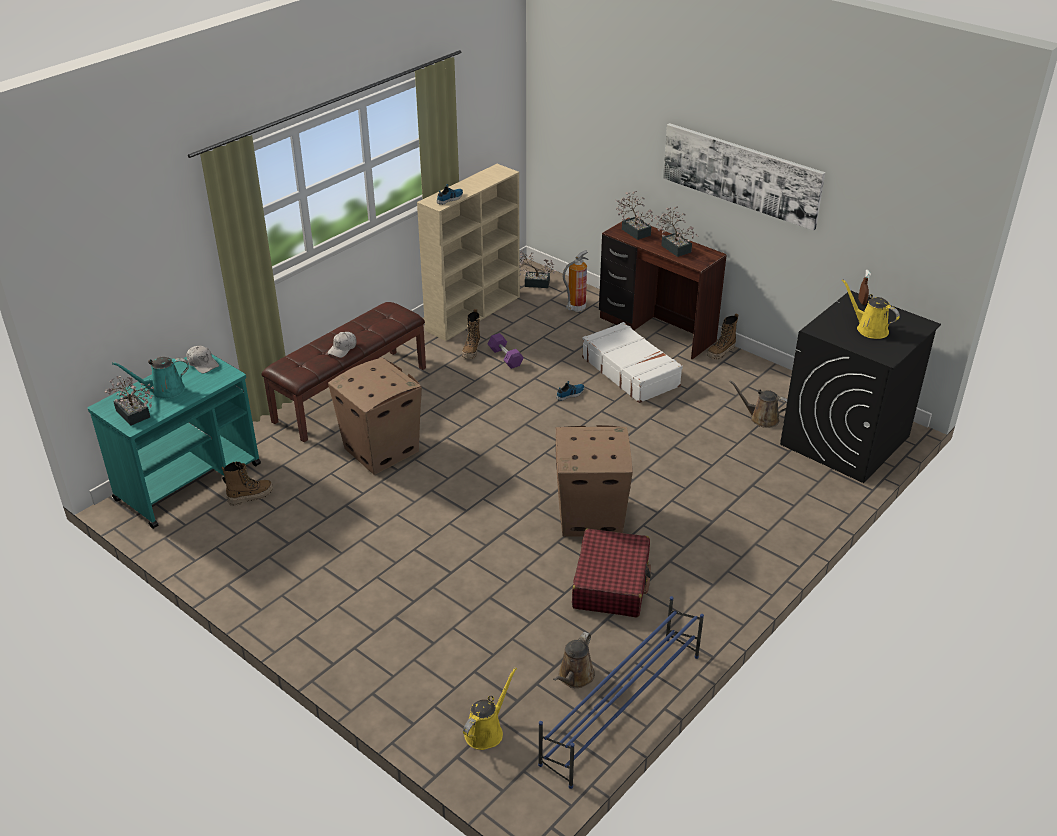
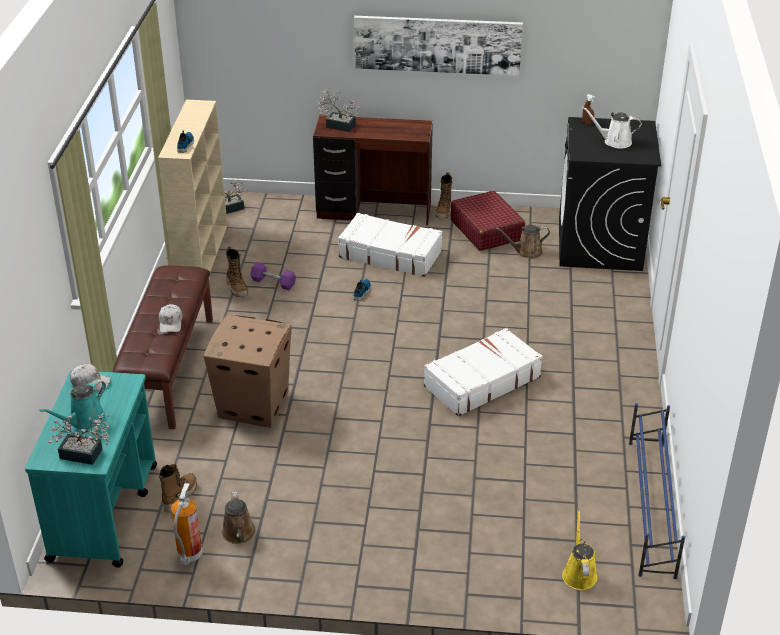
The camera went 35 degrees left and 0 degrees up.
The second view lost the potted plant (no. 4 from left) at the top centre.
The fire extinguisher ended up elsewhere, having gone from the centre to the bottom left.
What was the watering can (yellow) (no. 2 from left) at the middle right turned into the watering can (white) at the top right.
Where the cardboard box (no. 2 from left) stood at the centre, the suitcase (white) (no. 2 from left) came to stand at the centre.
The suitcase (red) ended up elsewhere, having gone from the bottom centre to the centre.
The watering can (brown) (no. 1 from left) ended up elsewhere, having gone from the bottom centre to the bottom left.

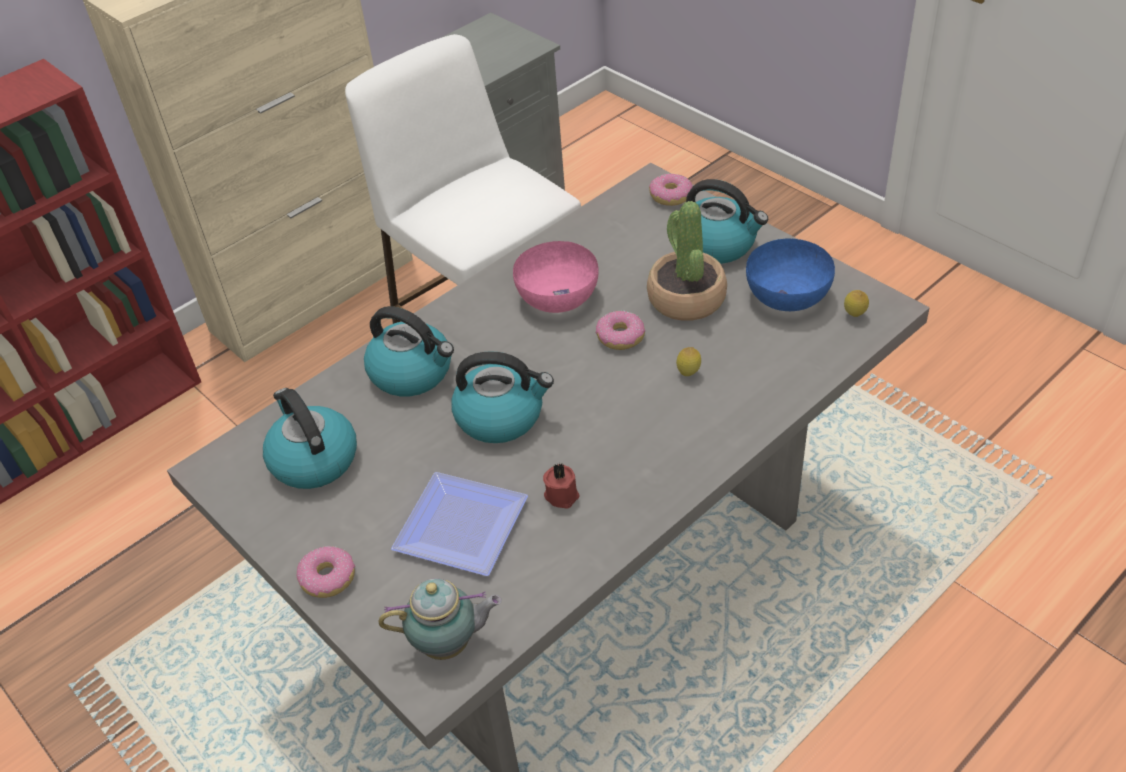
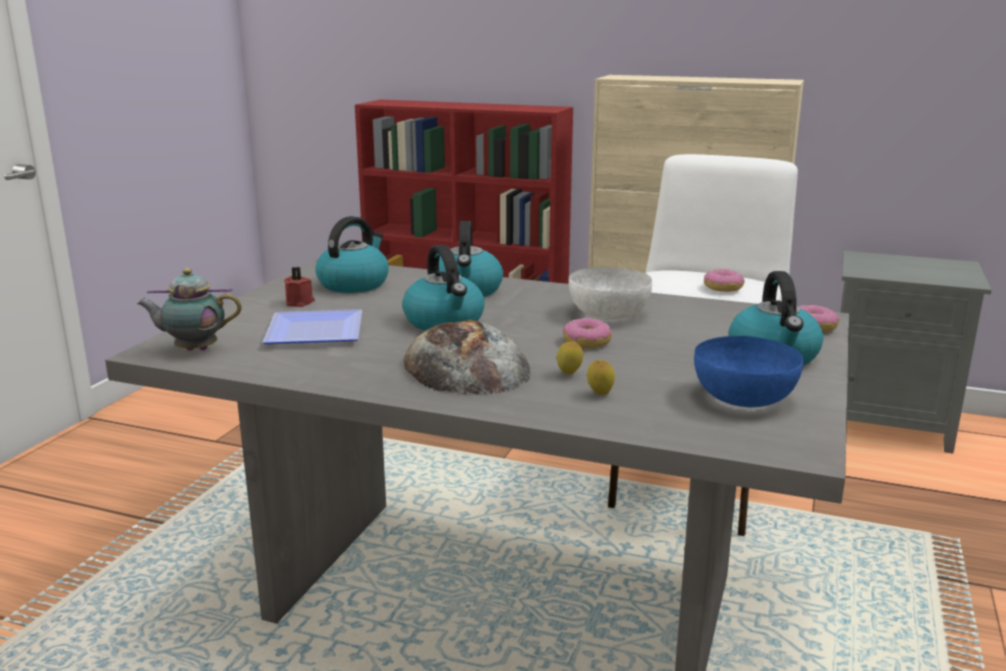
The camera went 60 degrees right and 25 degrees down.
The second view lost the potted plant at the centre.
What was the bowl (pink) at the centre turned into the bowl (white) at the centre.
The lemon (no. 2 from left) ended up elsewhere, having gone from the middle right to the centre.
The candle (red) ended up elsewhere, having gone from the centre to the middle left.
The donut (no. 1 from left in the first image) ended up elsewhere, having gone from the bottom left to the middle right.
The teapot at the bottom centre ended up facing another way, 120 degrees clockwise from before.
The second view gained the bread at the centre.

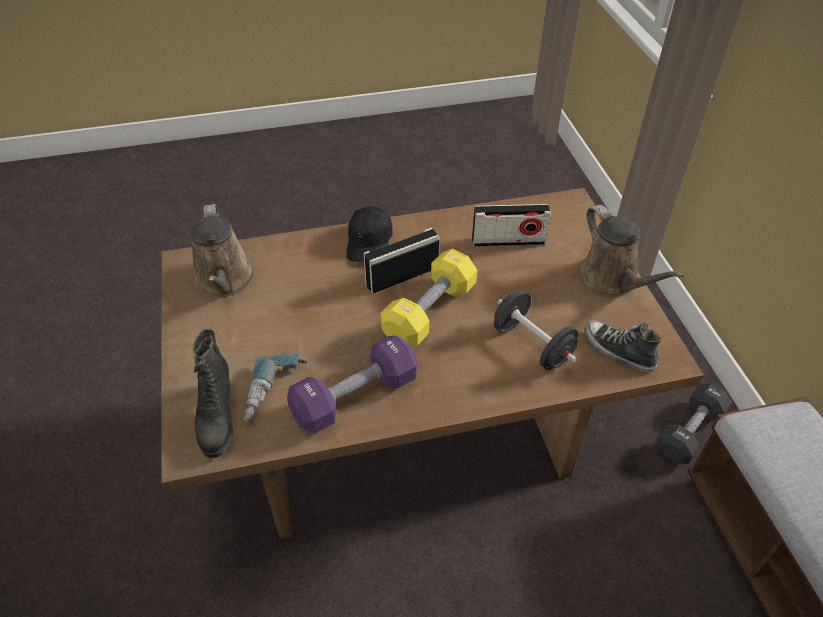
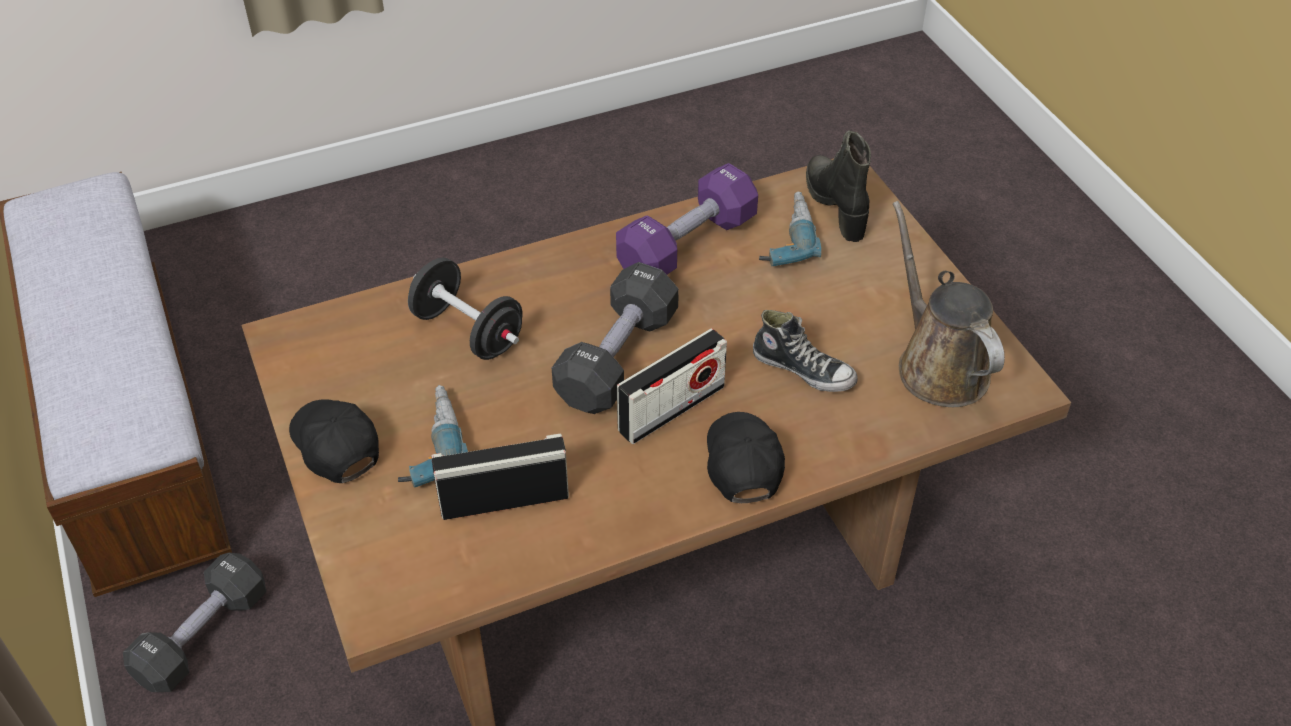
The camera went 170 degrees right and 0 degrees up.
Where the watering can (brown) (no. 2 from left) stood at the middle right, the cap (black) (no. 1 from left) came to stand at the middle left.
What was the dumbbell (yellow) at the centre turned into the dumbbell (black) (no. 3 from left) at the centre.
The shoe ended up elsewhere, having gone from the middle right to the centre.
The second view gained the power drill (no. 1 from left) at the centre.

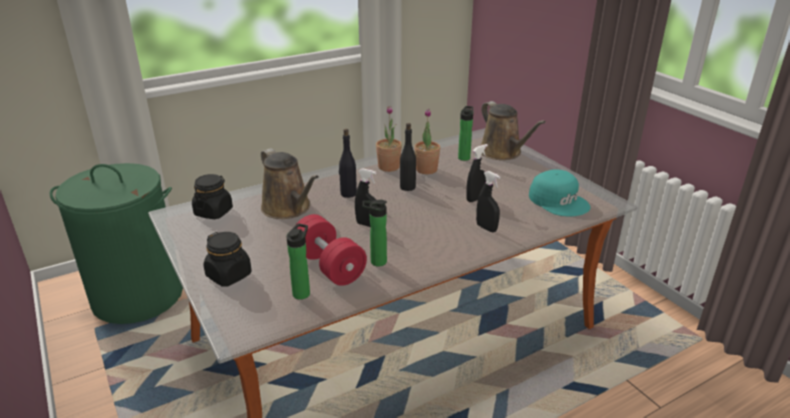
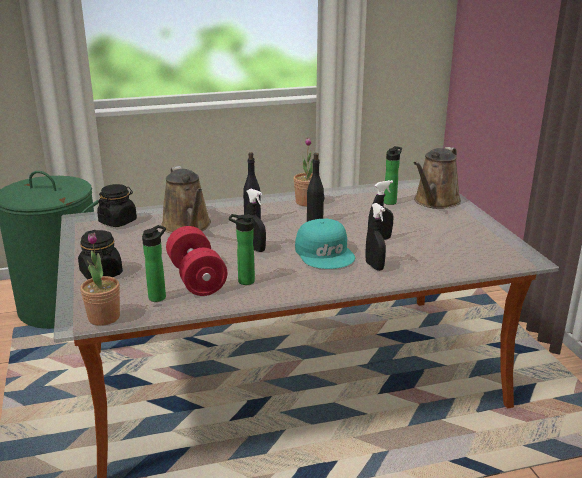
The camera went 15 degrees right and 5 degrees down.
The watering can (brown) (no. 2 from left) at the top centre ended up facing another way, 45 degrees clockwise from before.
The potted plant (no. 2 from left in the first image) ended up elsewhere, having gone from the centre to the middle left.
The cap (turquoise) ended up elsewhere, having gone from the middle right to the centre.

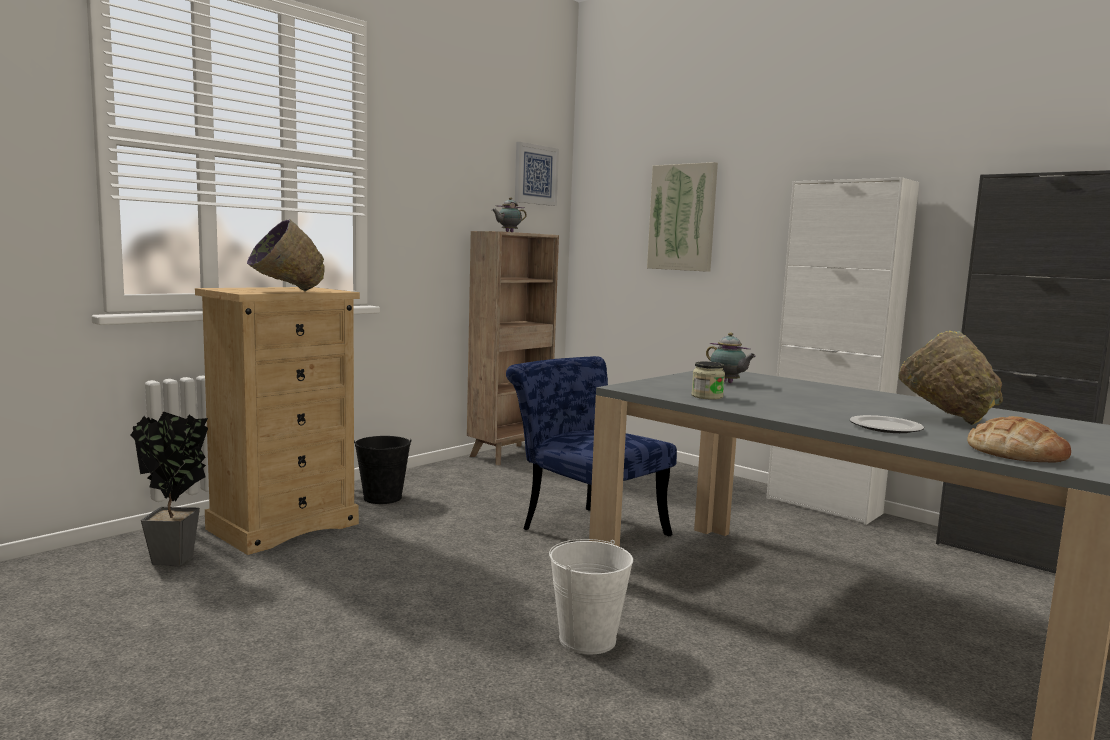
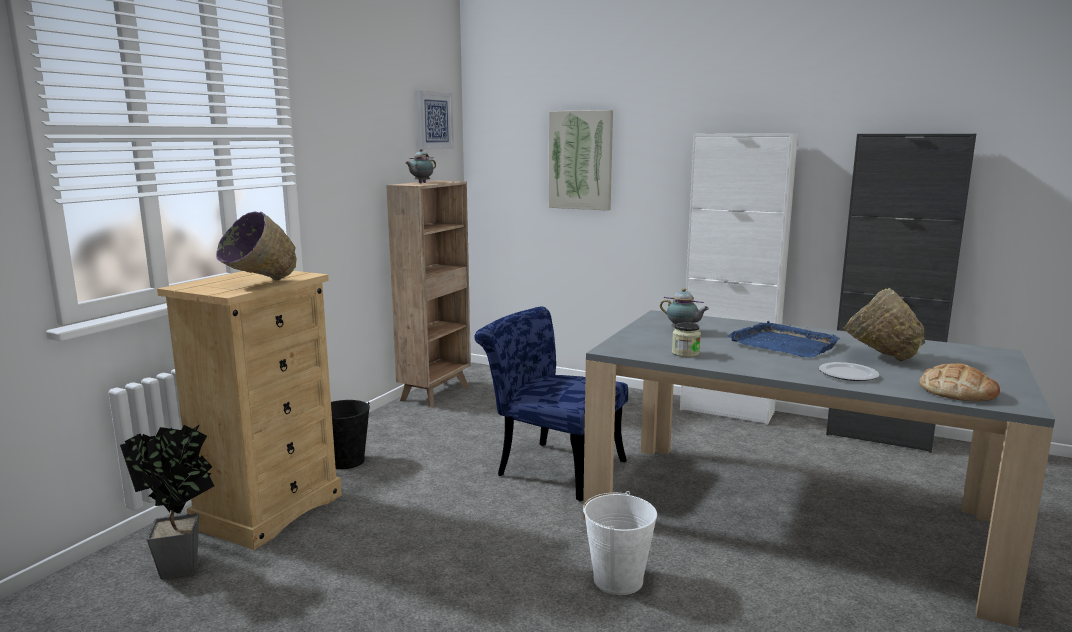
The camera went 15 degrees left and 5 degrees up.
The second view gained the tray (blue) at the middle right.

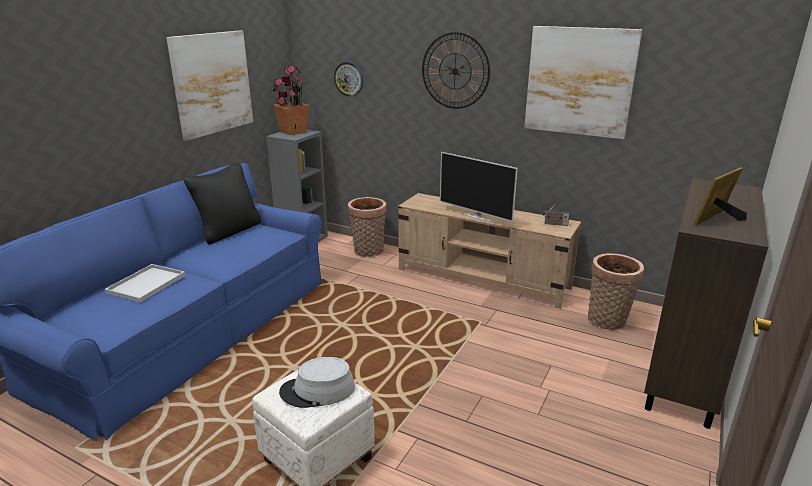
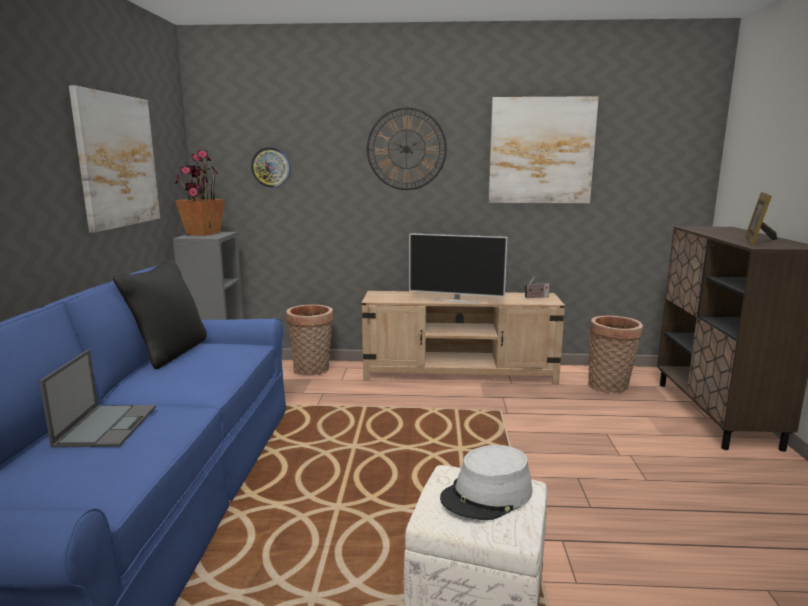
The camera went 25 degrees left and 10 degrees down.
Where the tray (white) stood at the middle left, the laptop came to stand at the middle left.

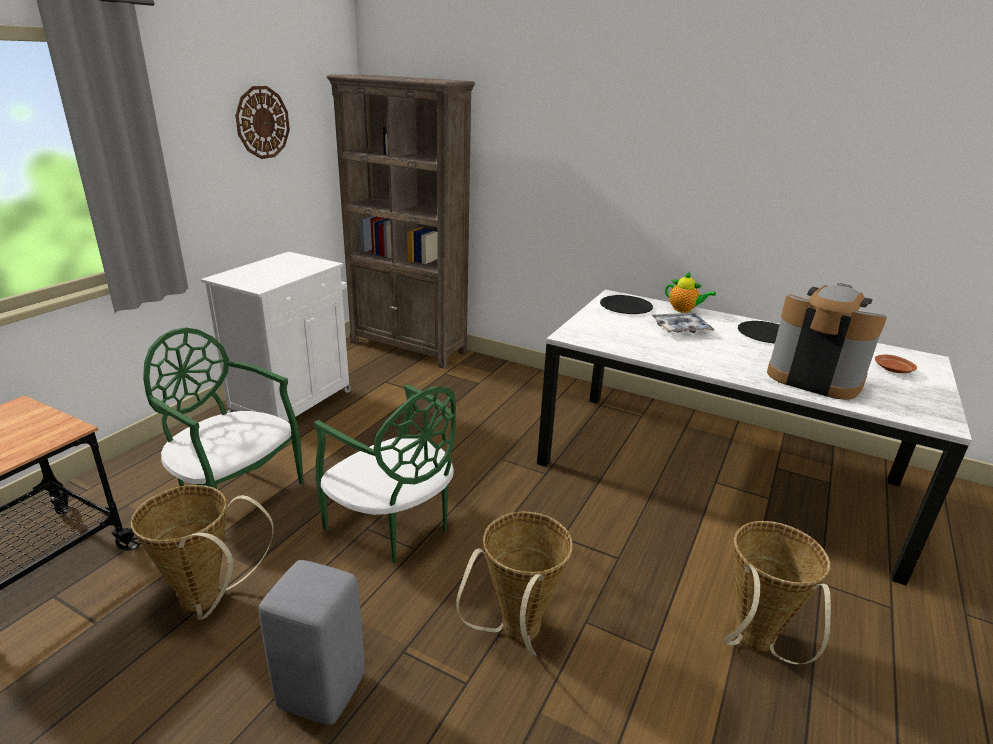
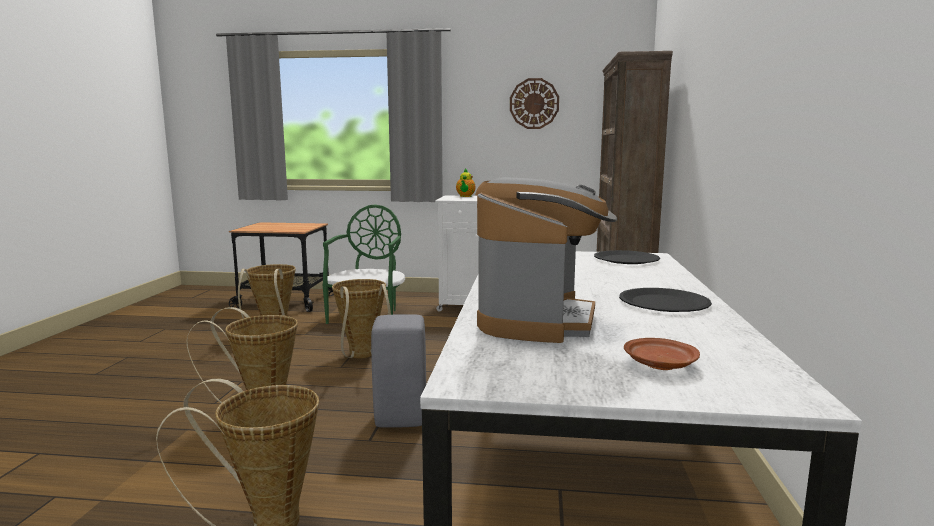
The camera went 70 degrees right and 15 degrees down.
The teapot ended up elsewhere, having gone from the middle right to the centre.
The second view lost the tray at the middle right.
Where the chair (green) (no. 2 from left) stood at the centre, the basket (no. 4 from left) came to stand at the centre.
The stool (grey) ended up elsewhere, having gone from the bottom left to the bottom centre.

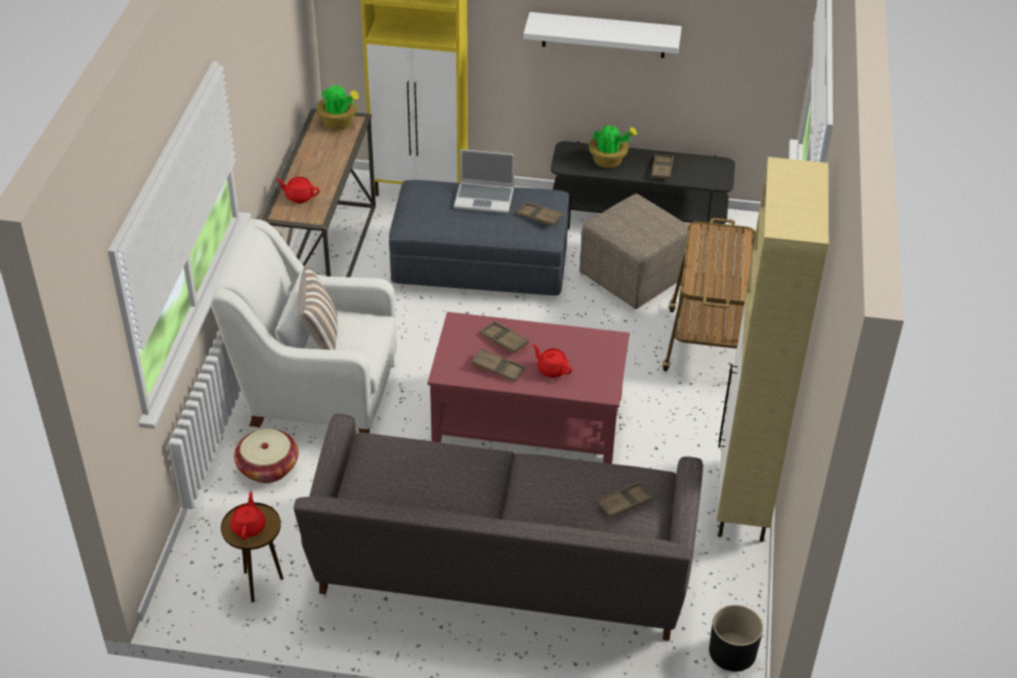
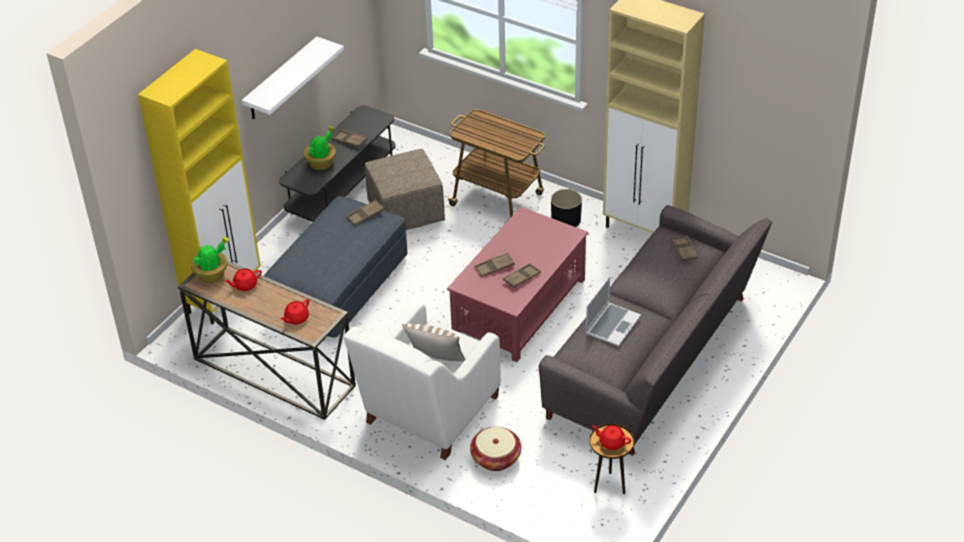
The camera went 65 degrees left and 0 degrees up.
The laptop ended up elsewhere, having gone from the top centre to the centre.
The teapot (red) (no. 3 from left in the first image) ended up elsewhere, having gone from the centre to the middle left.
The planter (black) ended up elsewhere, having gone from the bottom right to the centre.

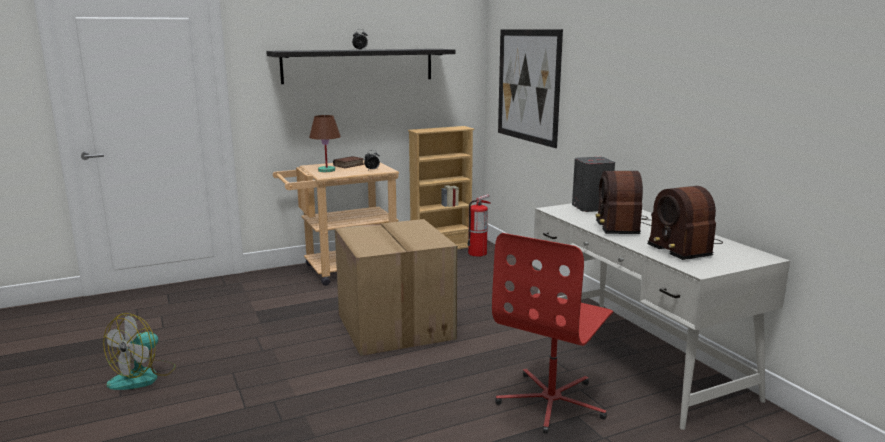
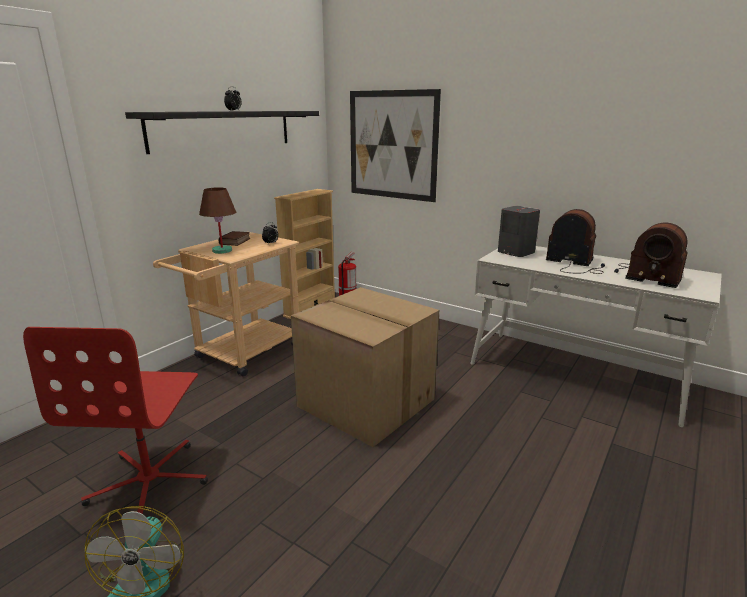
The camera went 30 degrees left and 5 degrees up.
The radio (no. 1 from left) at the middle right ended up facing another way, 150 degrees clockwise from before.
The office chair (red) ended up elsewhere, having gone from the bottom centre to the bottom left.

